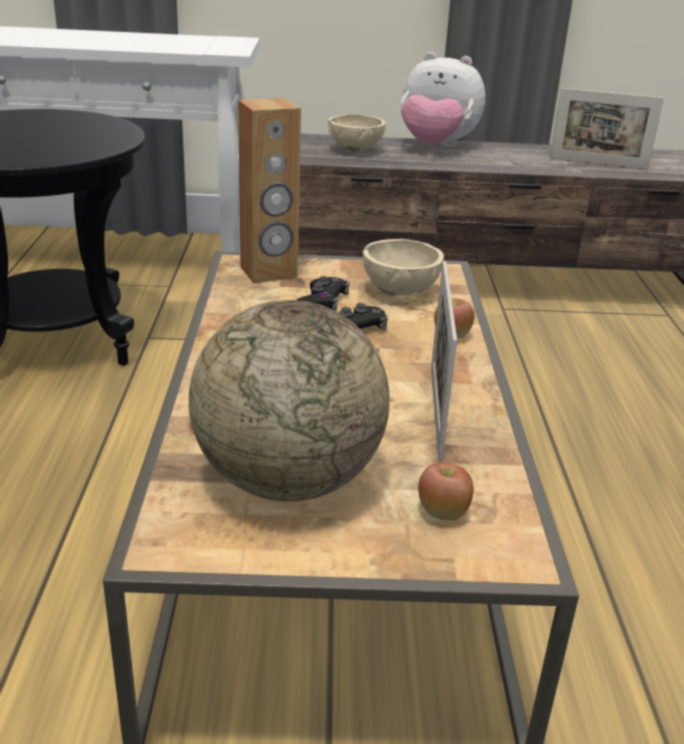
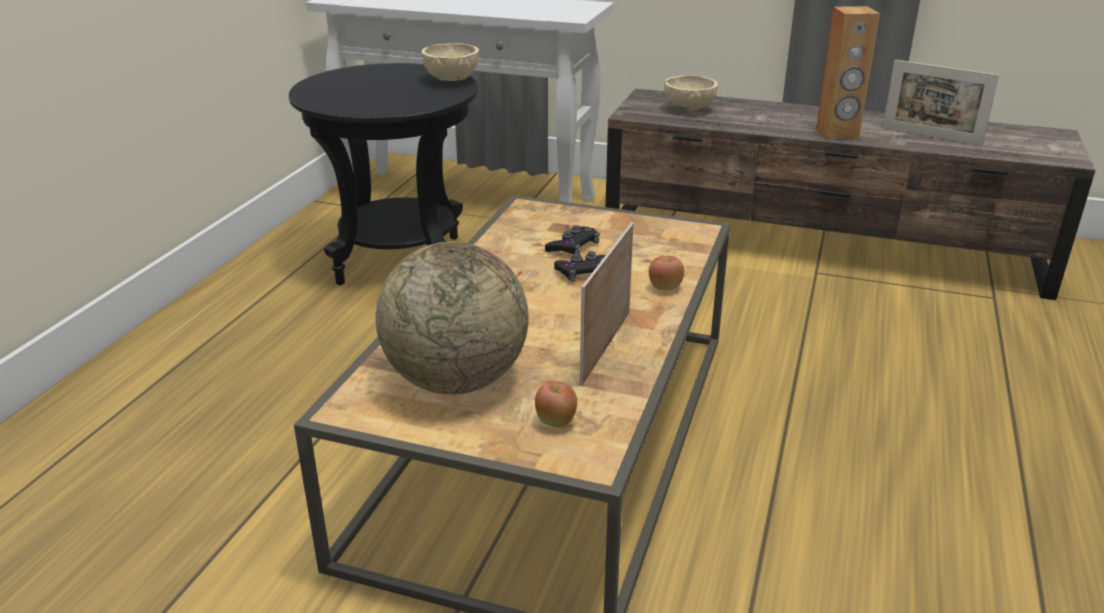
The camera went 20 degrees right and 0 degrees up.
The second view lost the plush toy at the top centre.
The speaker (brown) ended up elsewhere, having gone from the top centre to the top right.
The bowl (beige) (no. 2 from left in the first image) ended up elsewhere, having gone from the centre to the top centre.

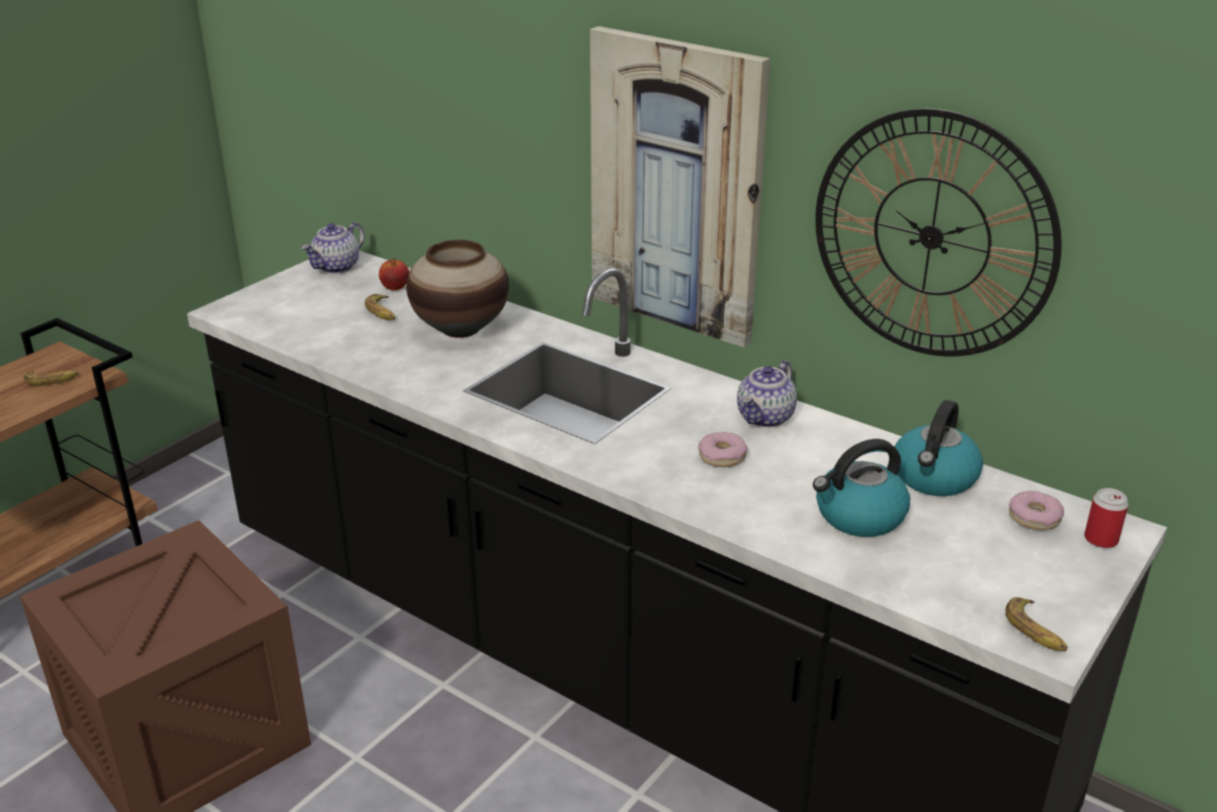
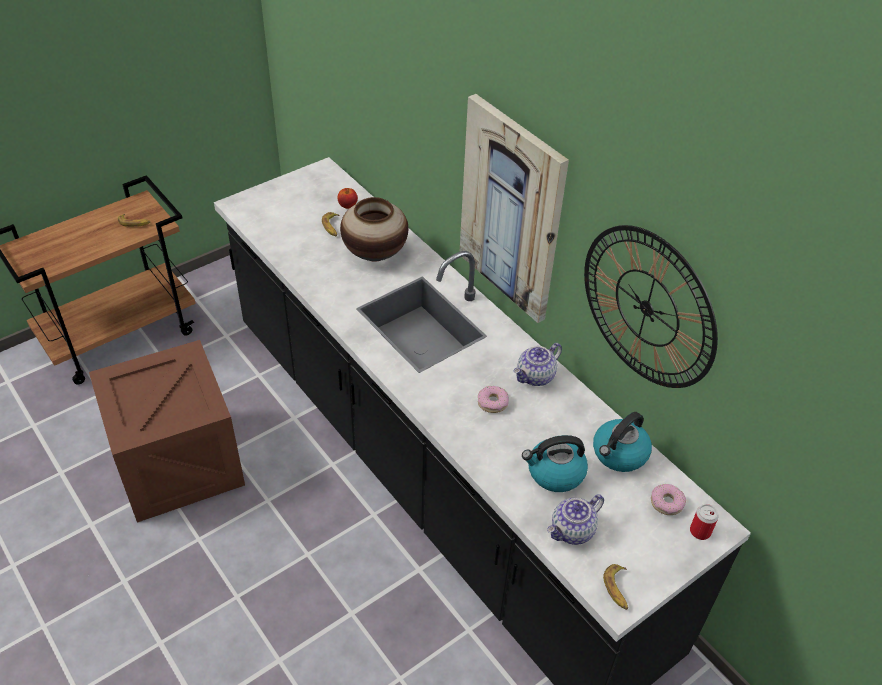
The camera went 15 degrees right and 15 degrees up.
The teapot (no. 1 from left in the first image) ended up elsewhere, having gone from the top left to the bottom centre.

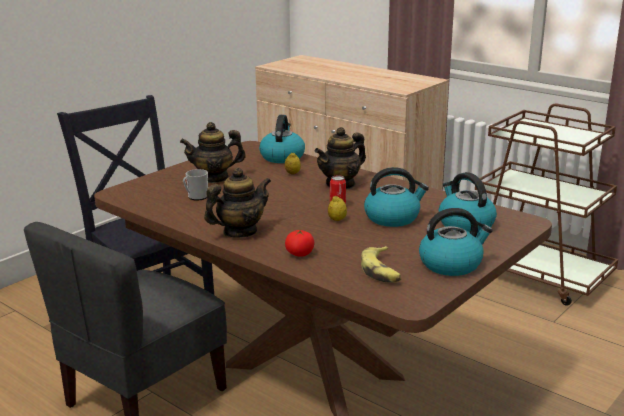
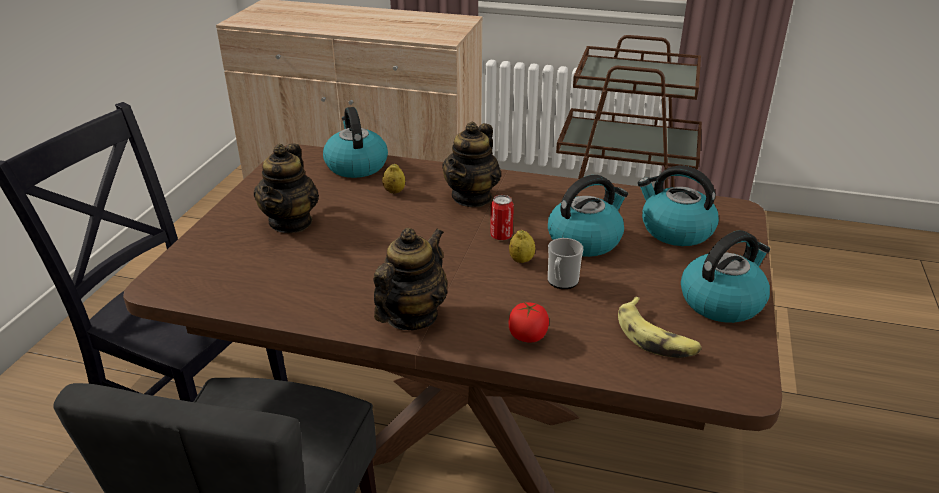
The camera went 25 degrees left and 10 degrees up.
The teapot (no. 1 from left) at the centre ended up facing another way, 45 degrees counterclockwise from before.
The mug ended up elsewhere, having gone from the middle left to the centre.

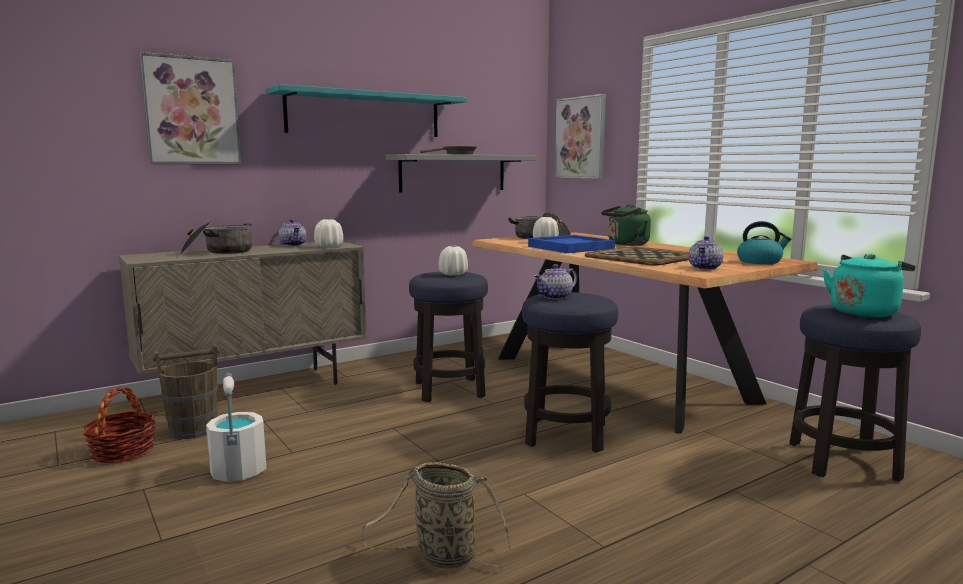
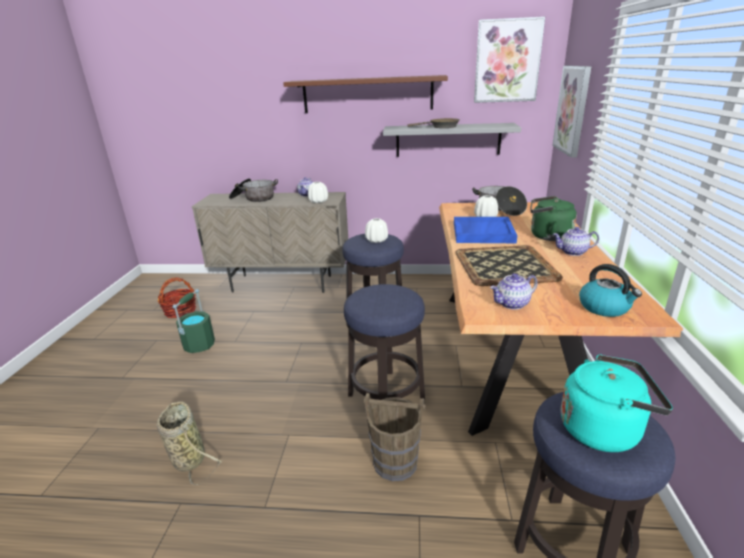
The camera went 40 degrees right and 15 degrees up.
The picture (no. 1 from left) ended up elsewhere, having gone from the top left to the top right.
What was the shelf (turquoise) at the top centre turned into the shelf (brown) at the top centre.
The teapot (no. 2 from left in the first image) ended up elsewhere, having gone from the centre to the middle right.
The bucket (brown) ended up elsewhere, having gone from the bottom left to the bottom centre.
What was the bucket (white) at the bottom left turned into the bucket (green) at the middle left.

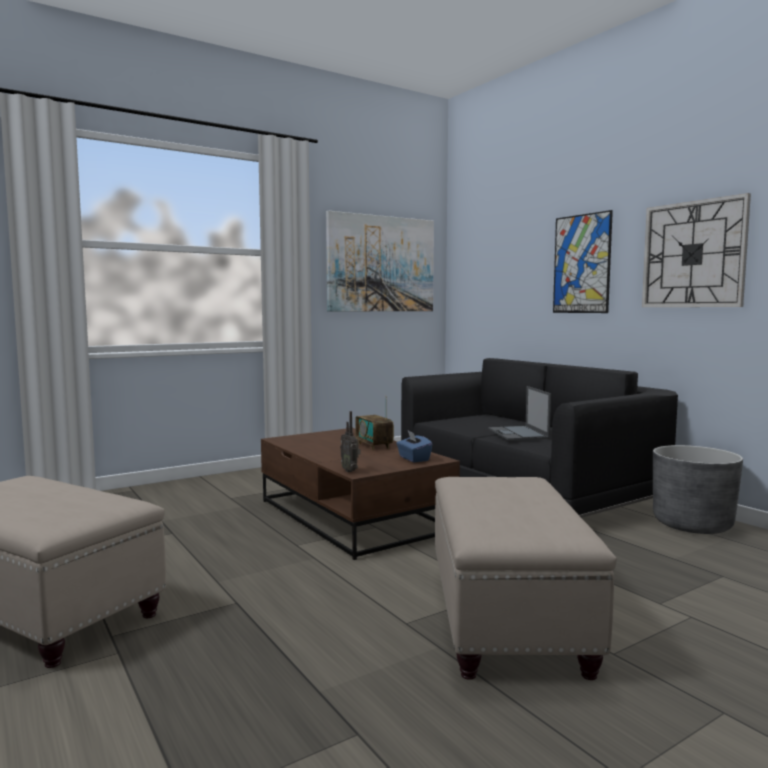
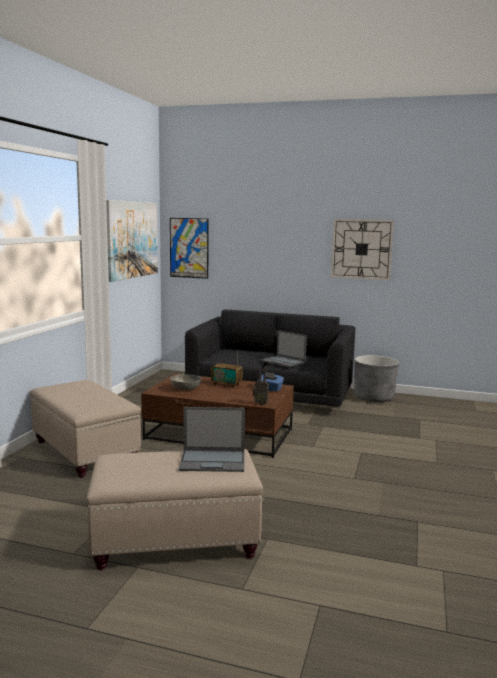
The camera went 40 degrees left and 5 degrees up.
The picture (no. 2 from left) ended up elsewhere, having gone from the middle right to the centre.
The ottoman (beige) (no. 2 from left in the first image) ended up elsewhere, having gone from the bottom right to the middle left.
The second view gained the bowl (grey) at the centre.
The second view gained the laptop (no. 1 from left) at the centre.

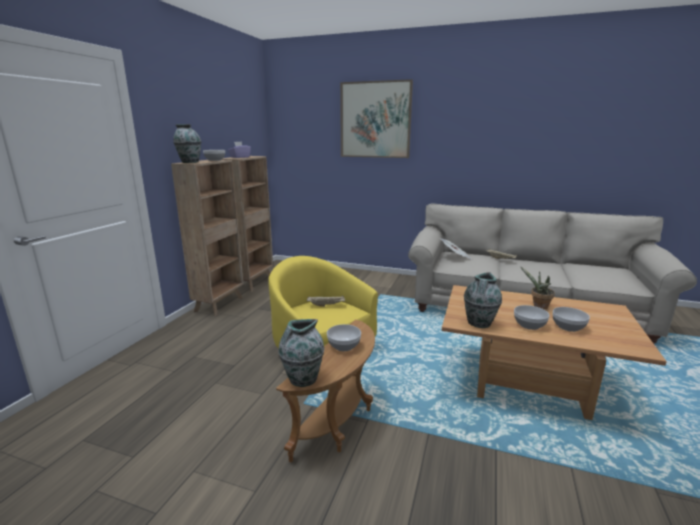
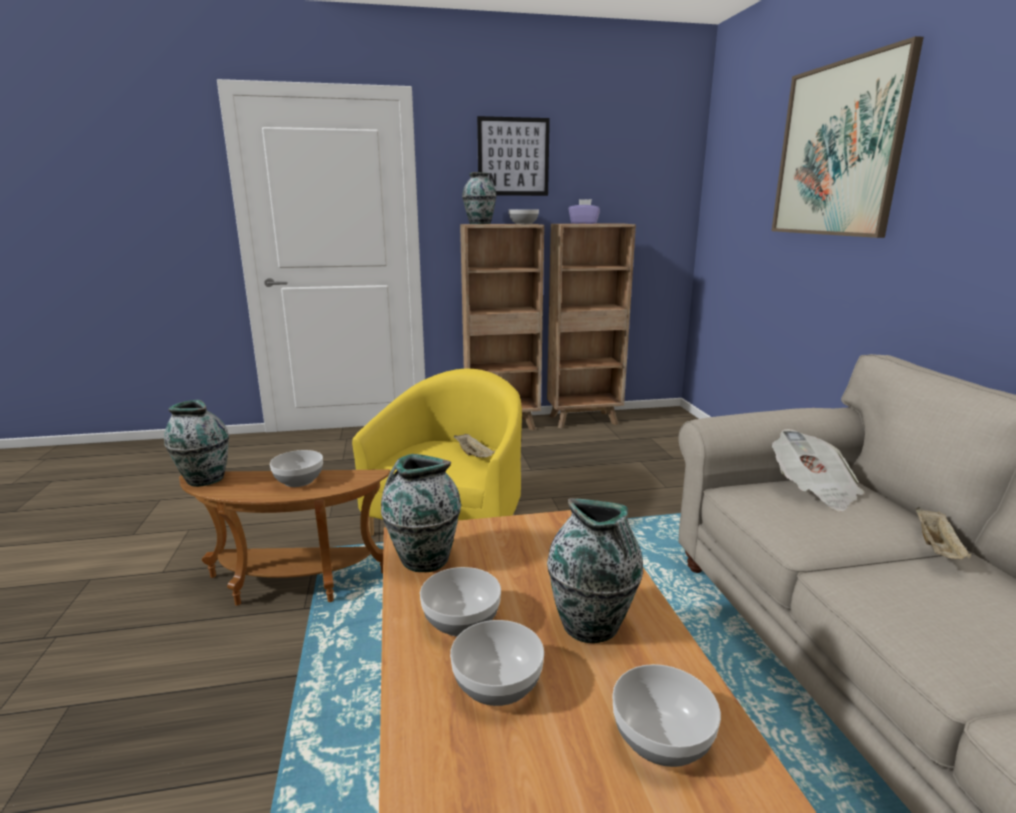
The camera went 60 degrees right and 0 degrees up.
Where the potted plant stood at the middle right, the vase (no. 4 from left) came to stand at the bottom centre.
The second view gained the picture (no. 1 from left) at the top centre.
The second view gained the bowl (no. 5 from left) at the bottom centre.

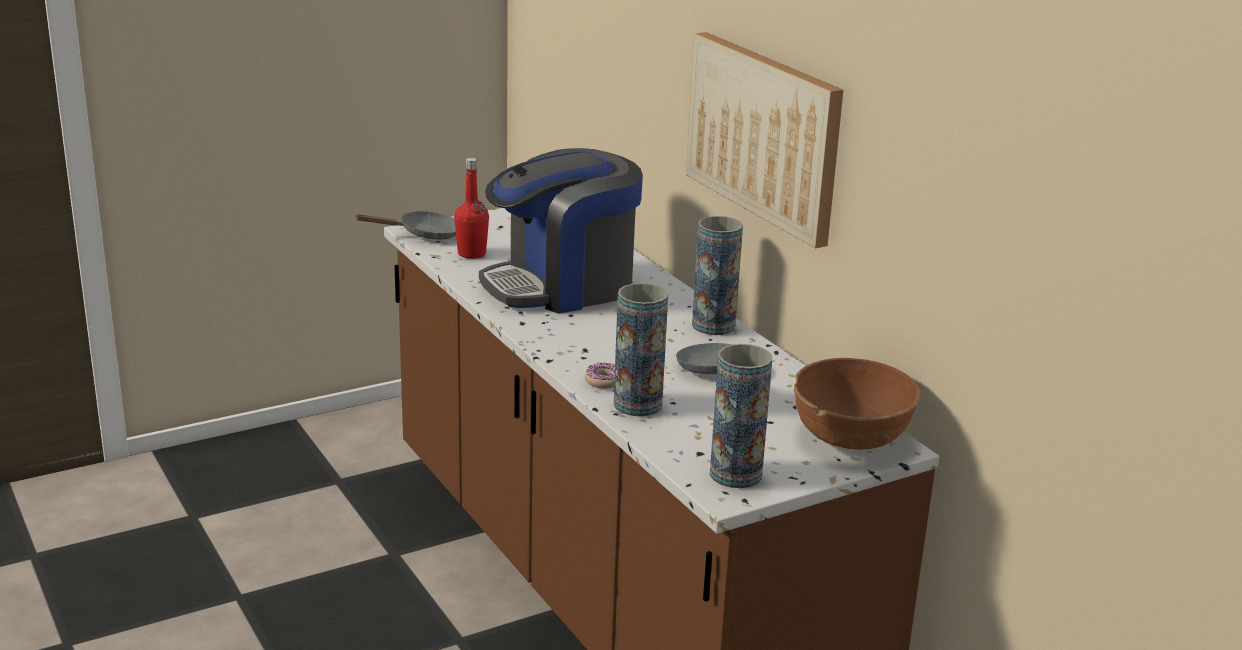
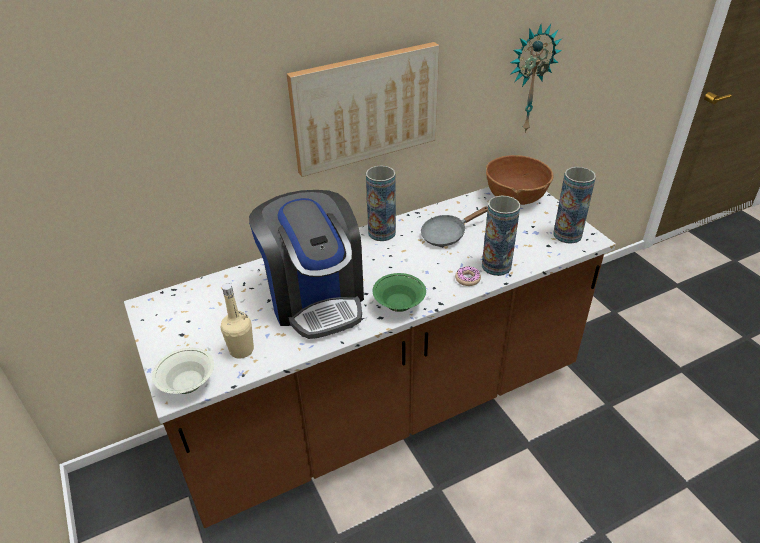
The camera went 85 degrees left and 15 degrees up.
What was the bottle (red) at the top centre turned into the bottle (beige) at the middle left.
Where the frying pan (grey) (no. 1 from left) stood at the middle left, the bowl (white) came to stand at the bottom left.
The second view gained the wall clock at the top right.
The second view gained the bowl (green) at the centre.

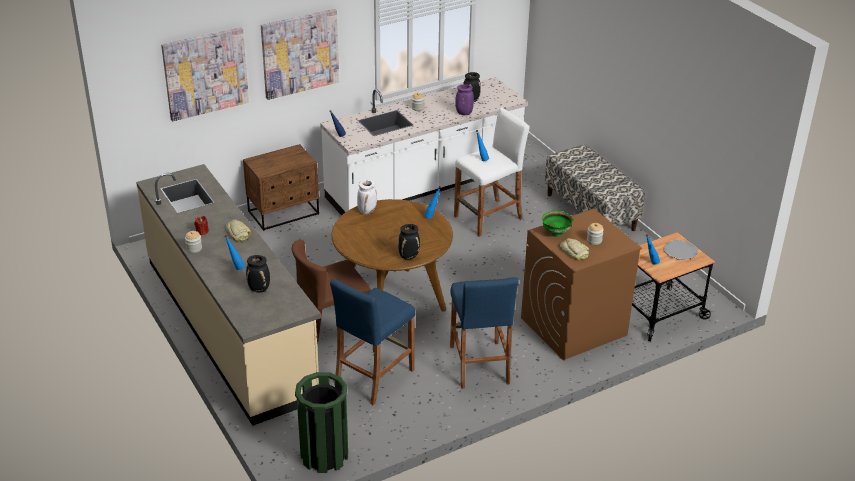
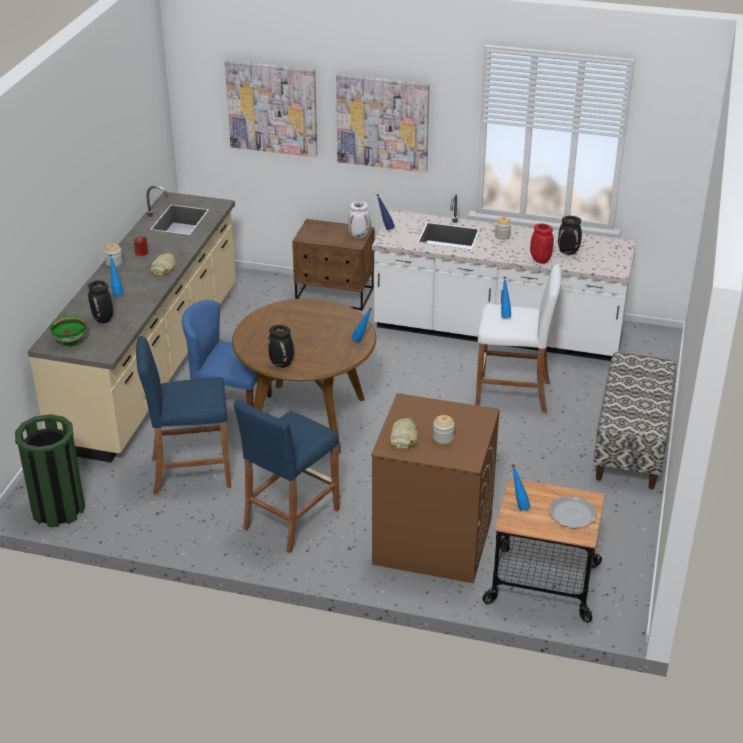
The camera went 45 degrees right and 0 degrees up.
What was the vase (purple) at the top centre turned into the vase (red) at the top right.
The vase (white) ended up elsewhere, having gone from the centre to the top centre.
The bowl (green) ended up elsewhere, having gone from the centre to the middle left.
What was the chair (brown) at the centre turned into the chair (blue) at the middle left.

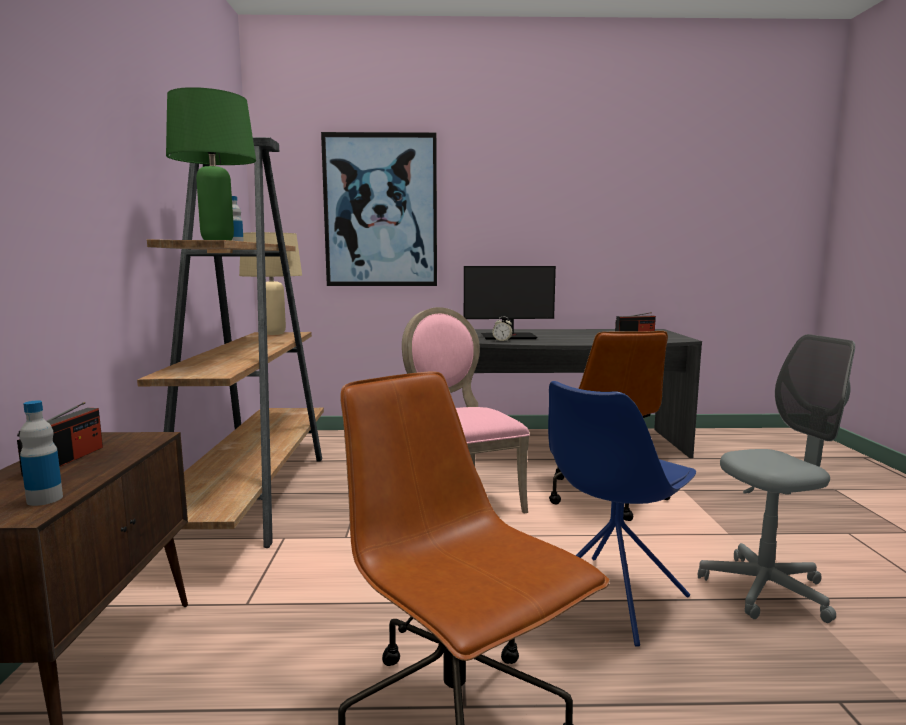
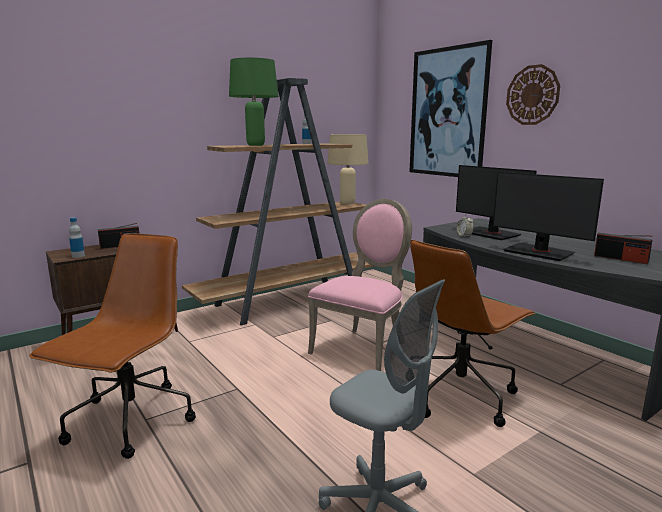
The camera went 55 degrees right and 5 degrees up.
The second view lost the chair (blue) at the bottom right.
The second view gained the wall clock at the top right.
The second view gained the monitor (no. 2 from left) at the middle right.

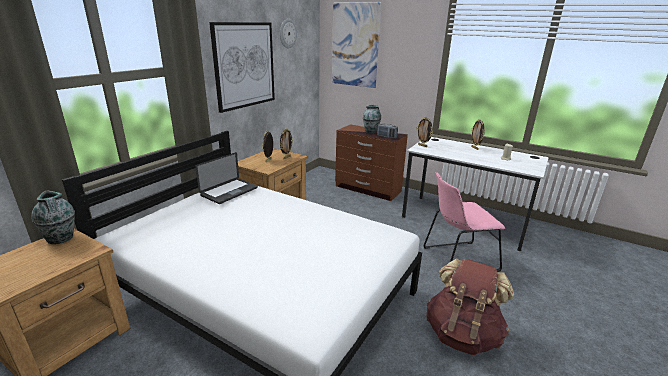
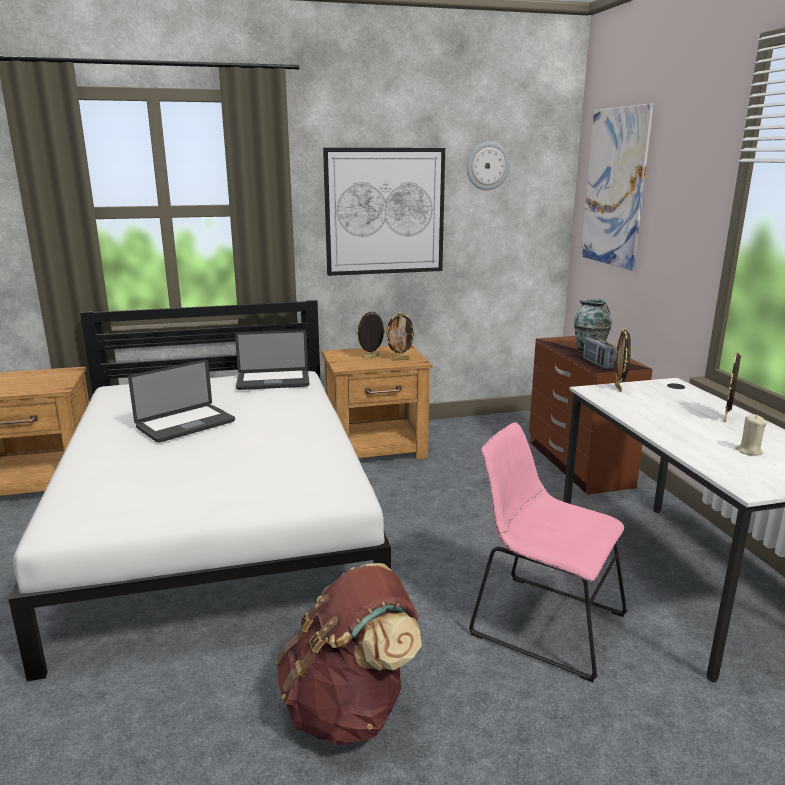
The camera went 45 degrees right and 5 degrees down.
The second view lost the vase (no. 1 from left) at the middle left.
The second view gained the laptop (no. 1 from left) at the middle left.

